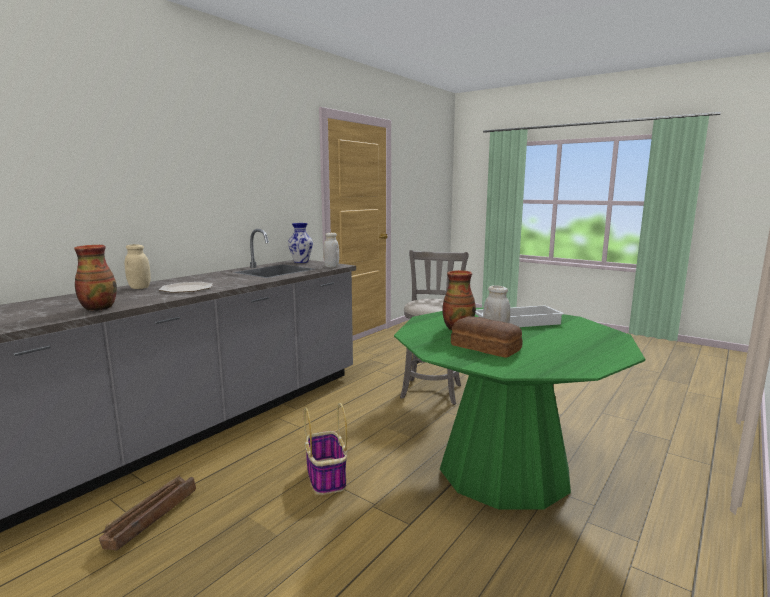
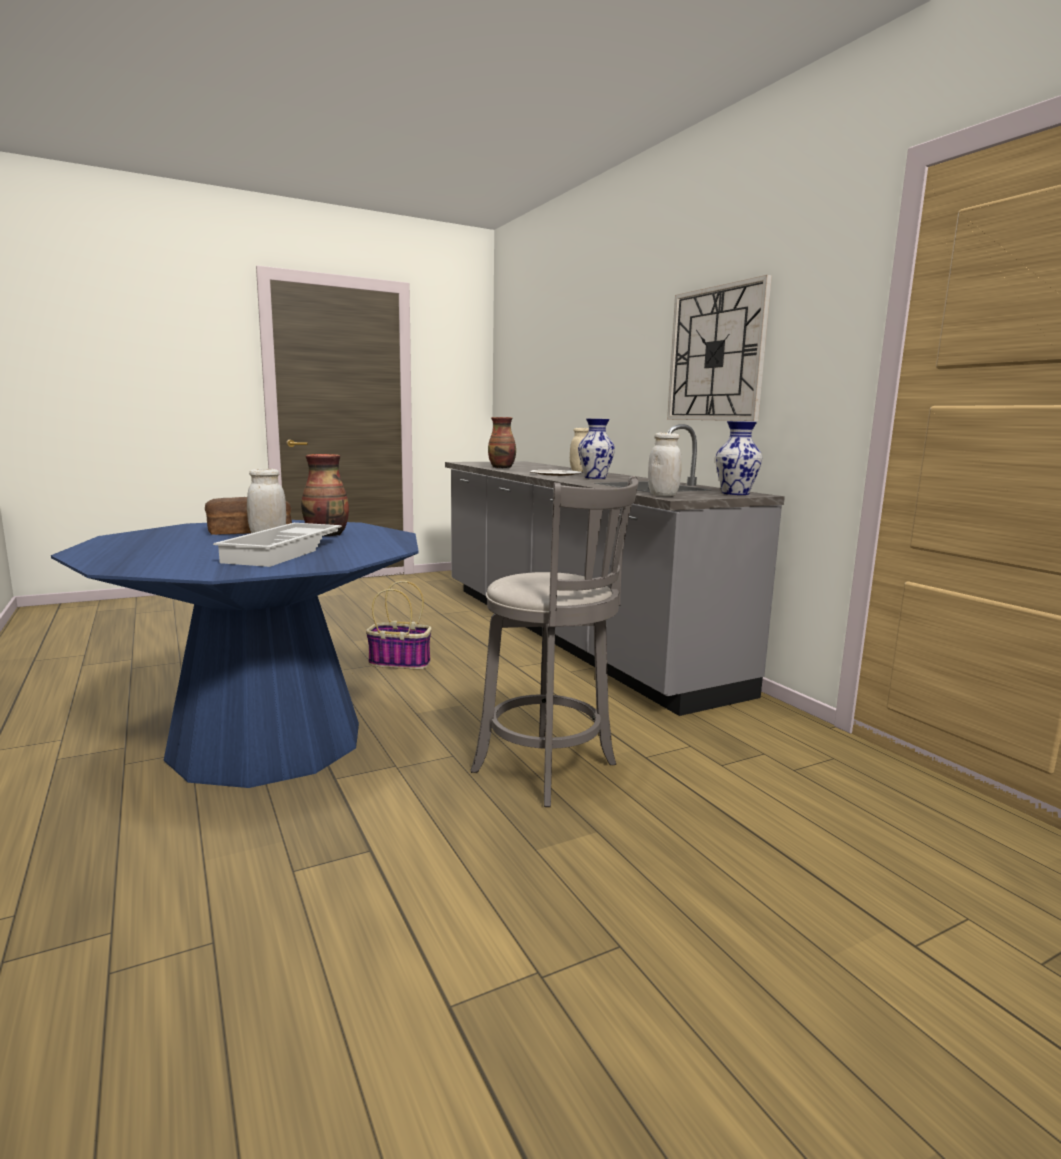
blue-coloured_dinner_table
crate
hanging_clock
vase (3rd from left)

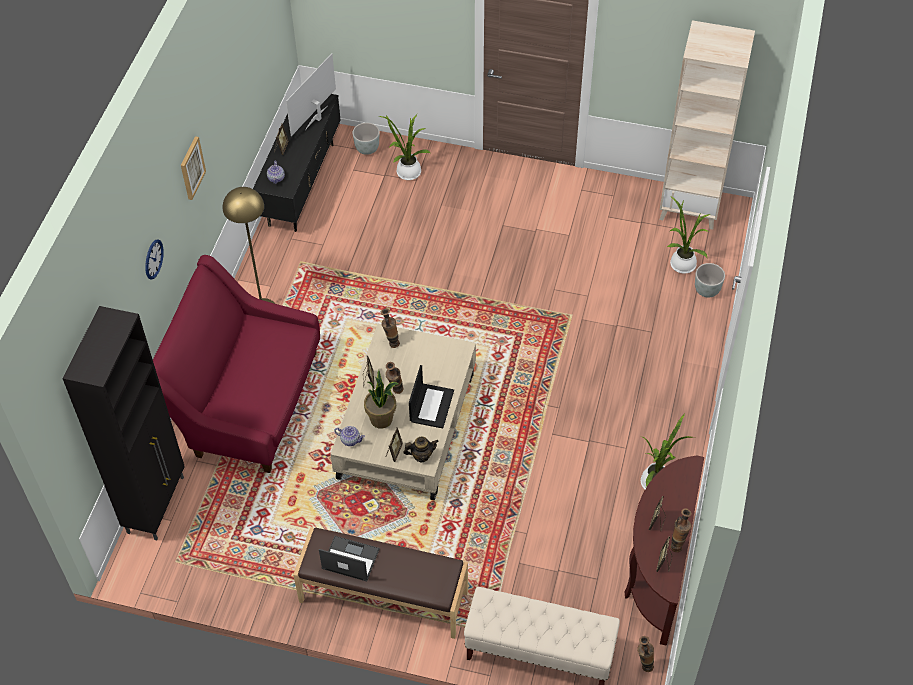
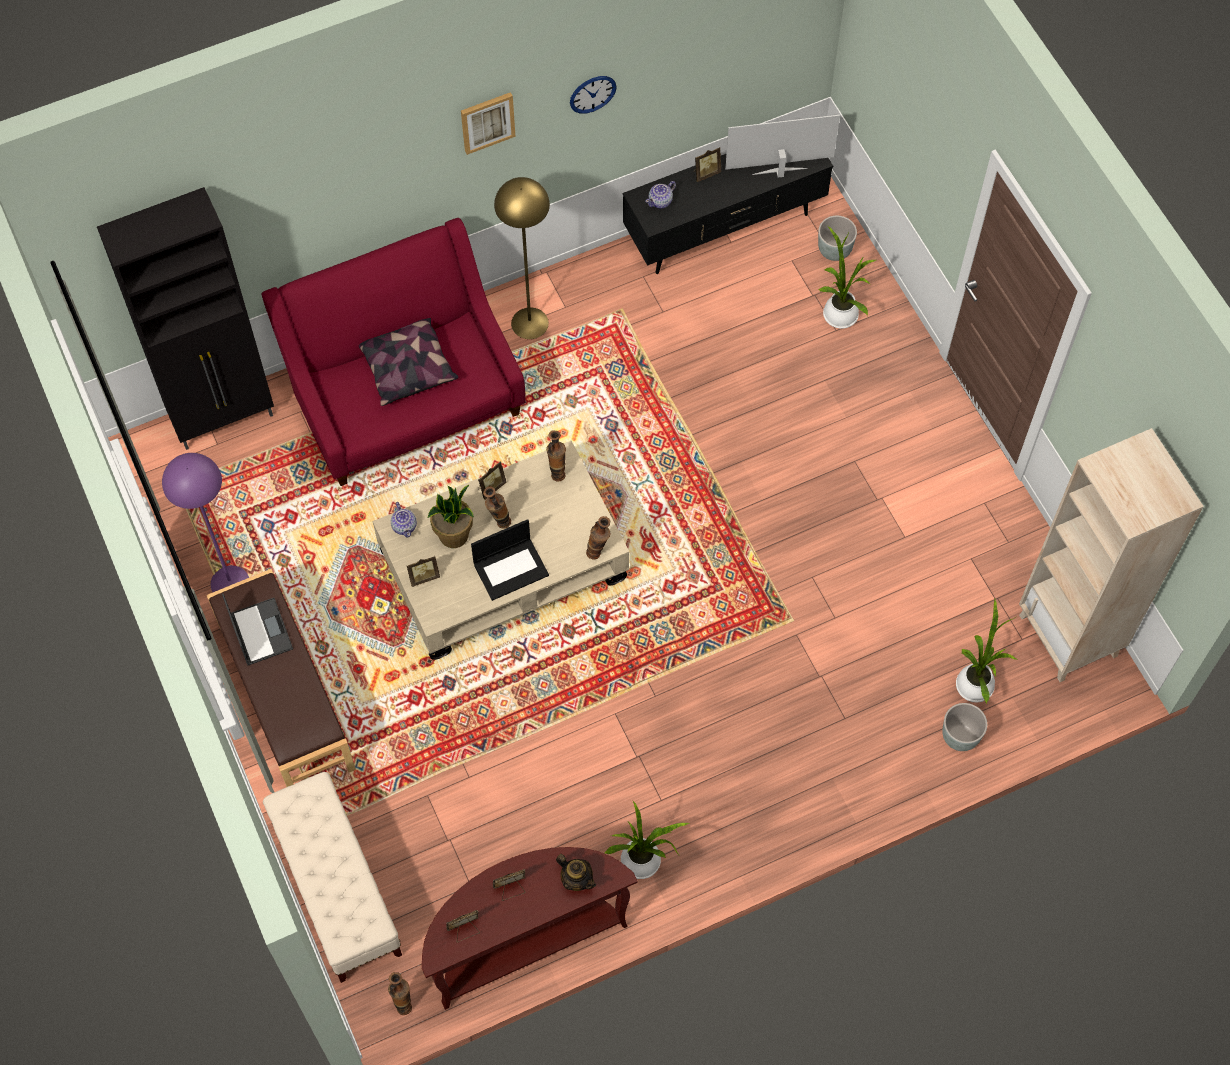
hanging_clock
pot_for_tea (2nd from left)
vase (4th from left)
cushion
purplish_standard_lamp

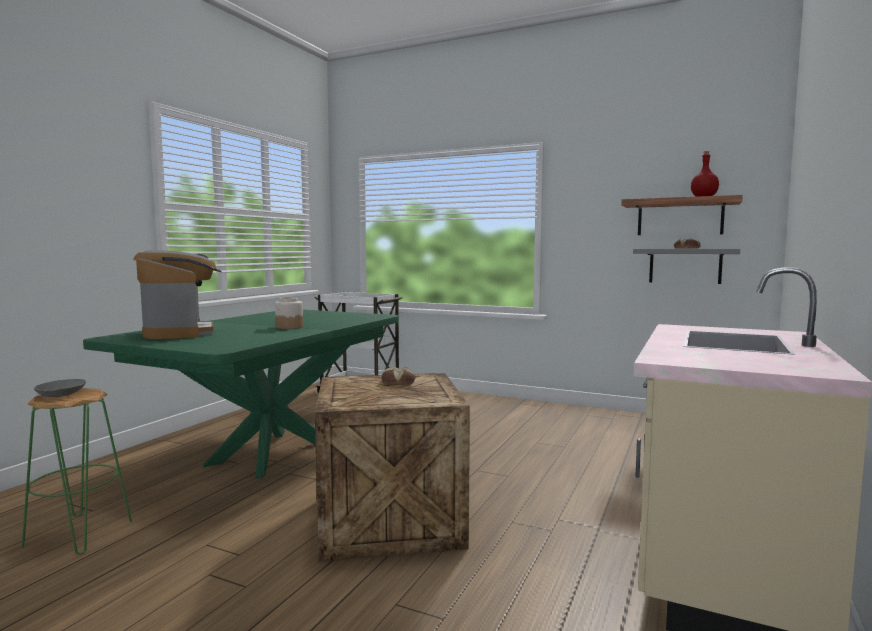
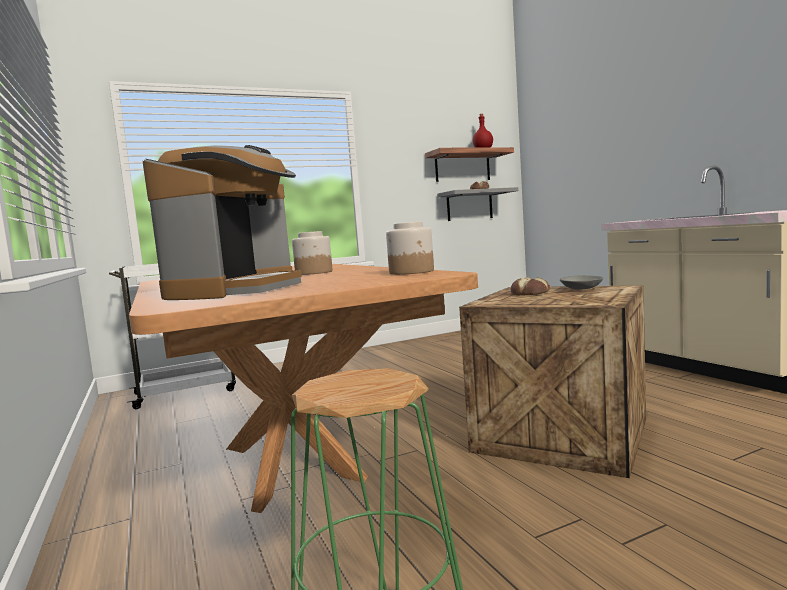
coffee_machine
brownish_dinner_table
gray_bowl
jar (2nd from left)

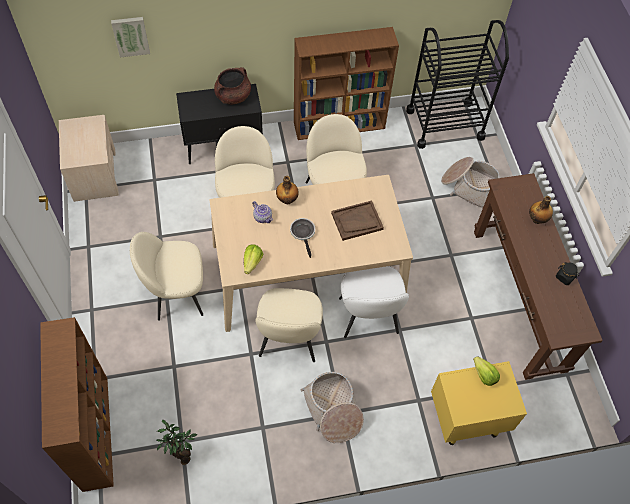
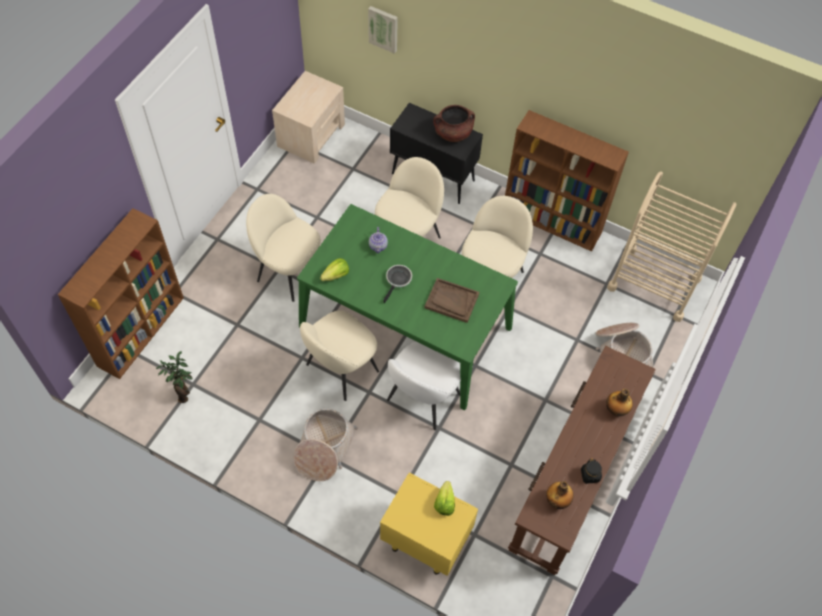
sand-coloured_trolley
green_dinner_table
bottle (1st from left)

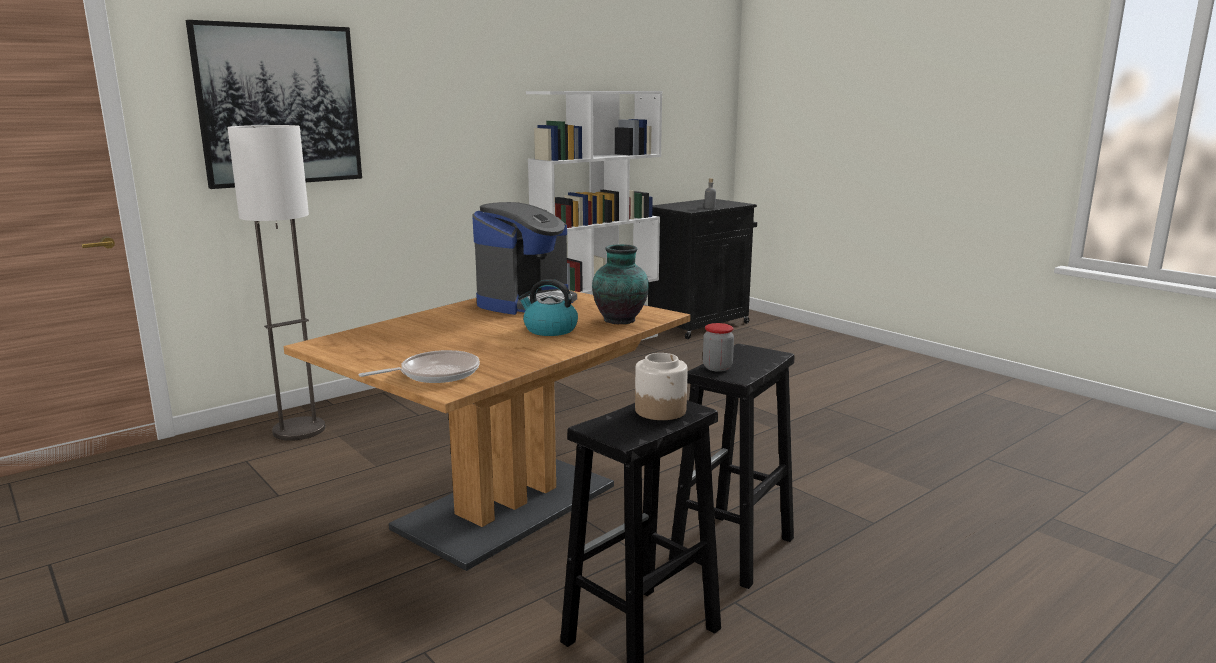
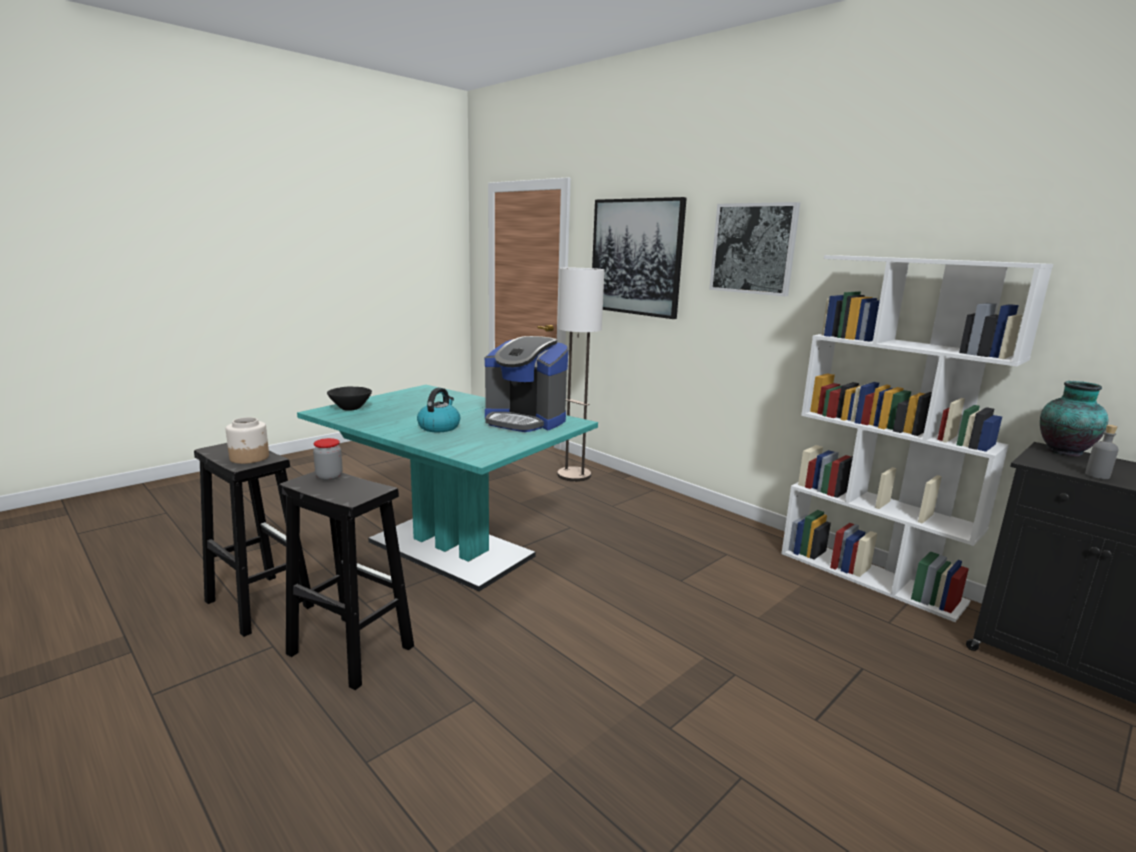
vase
blue-green_dinner_table
blackish_bowl
wall_art (2nd from left)

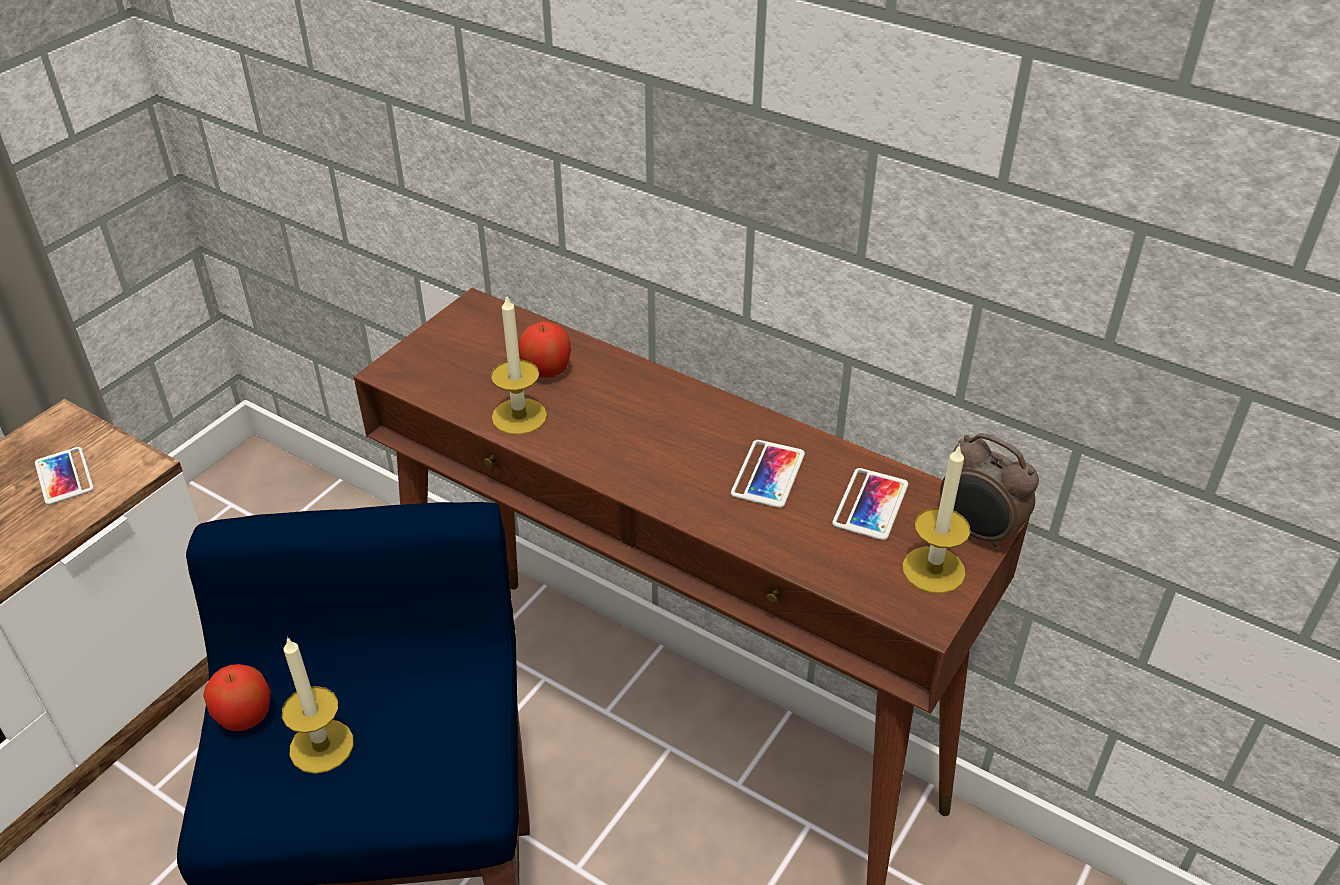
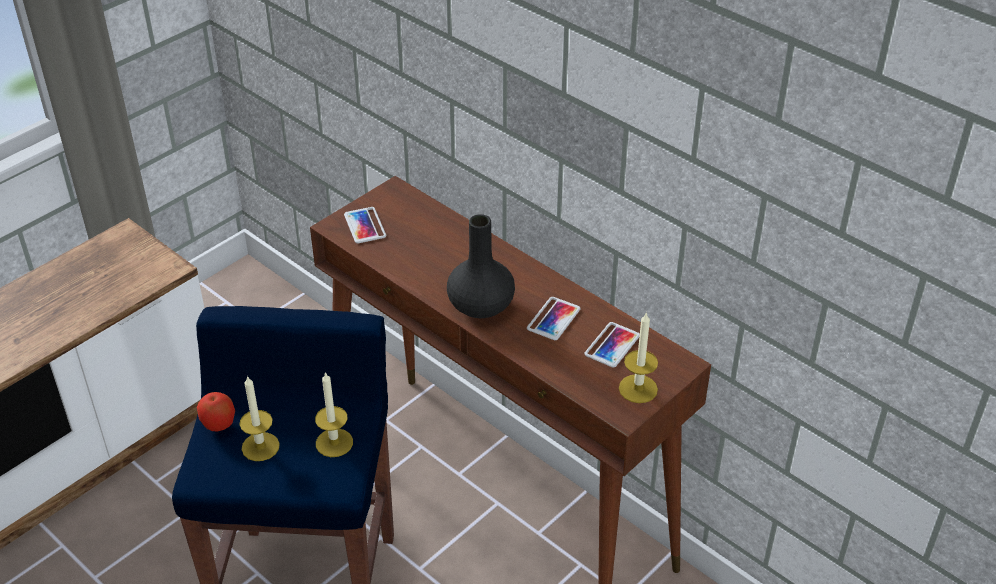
wax_candle (2nd from left)
apple (2nd from left in the first image)
table_clock
phone (1st from left)
blackish_vase

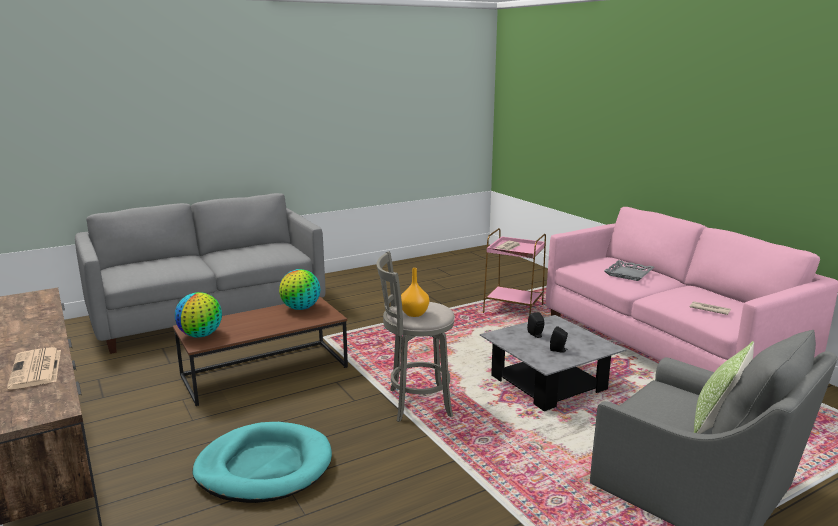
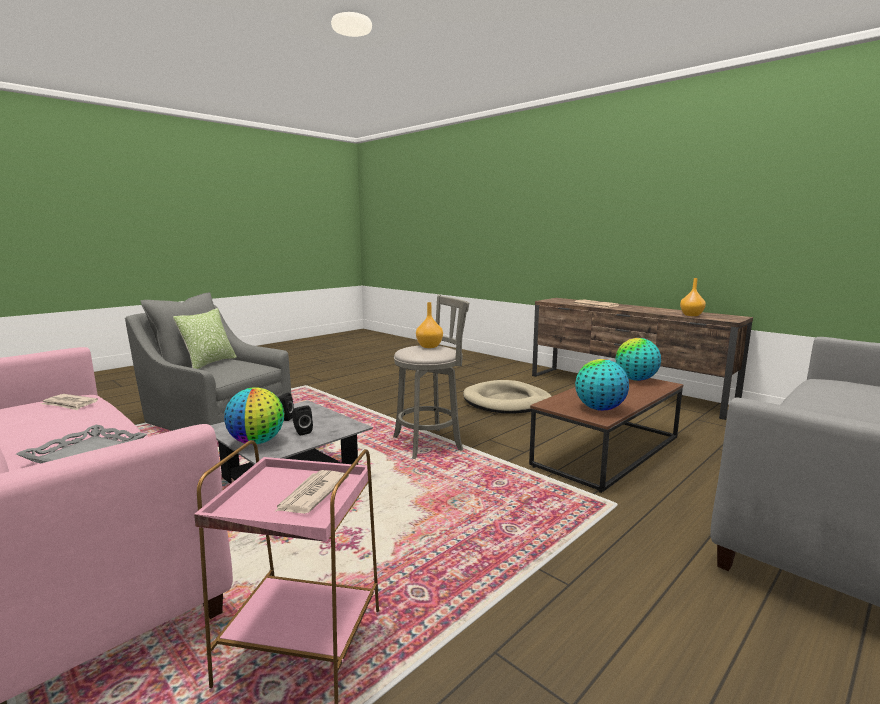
sand-coloured_pet_bed
orangey_vase (2nd from left)
desk_globe (1st from left)

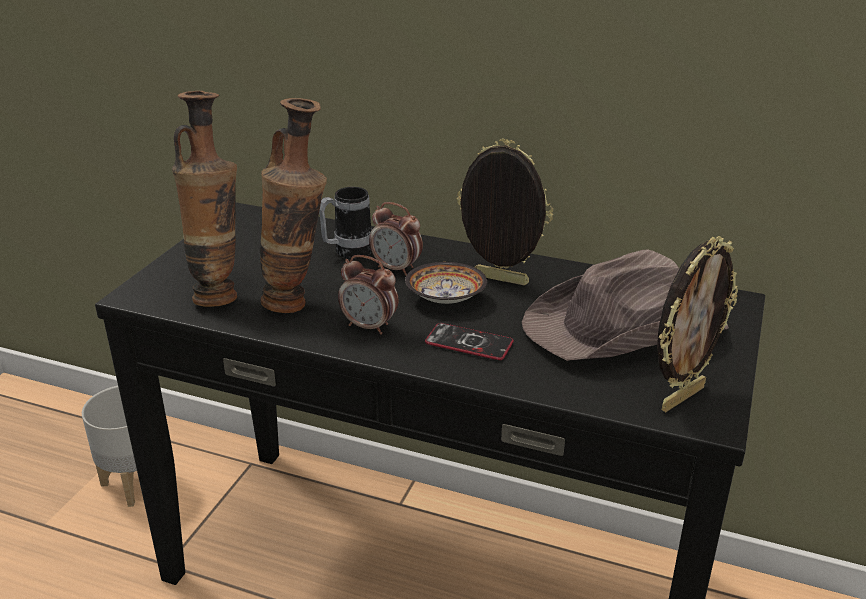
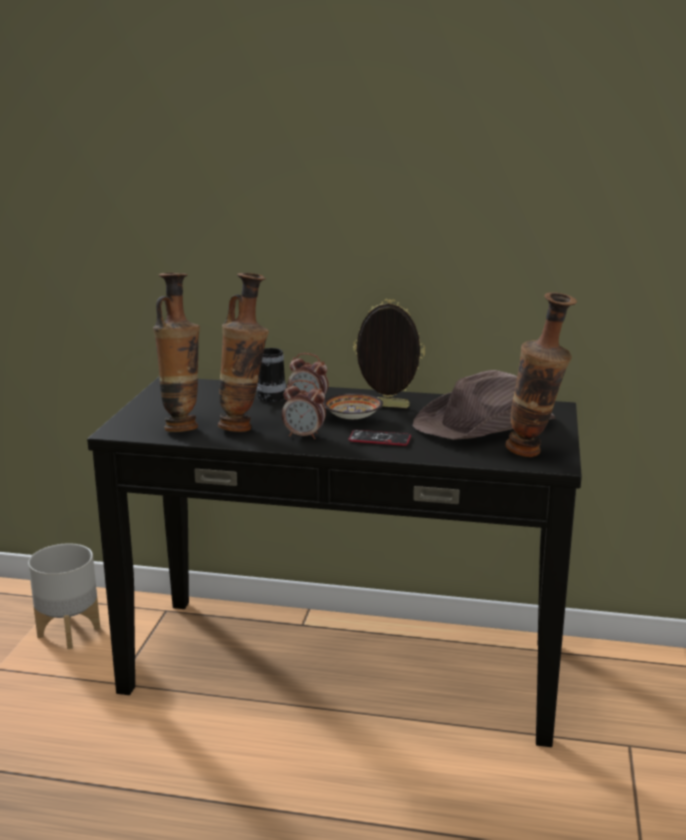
vase (3rd from left)

